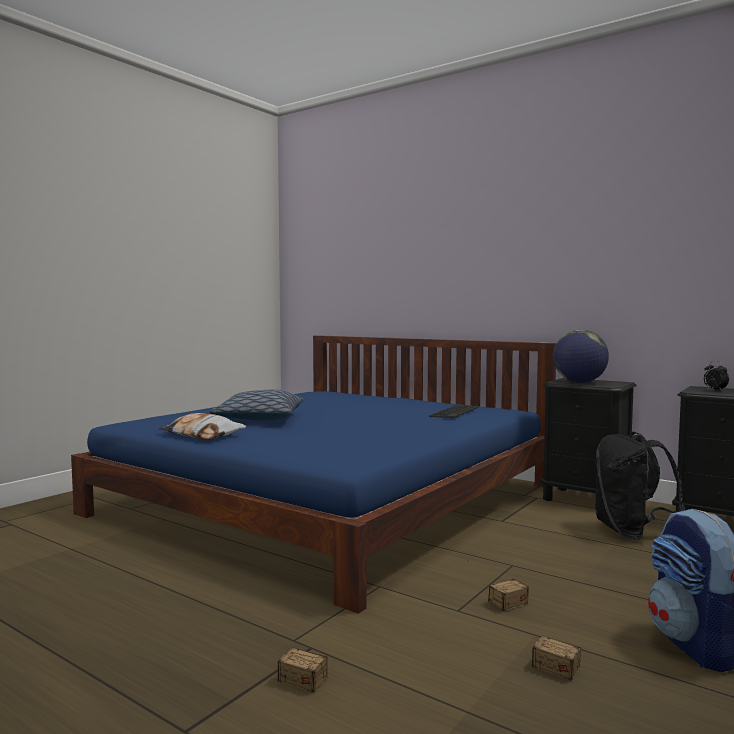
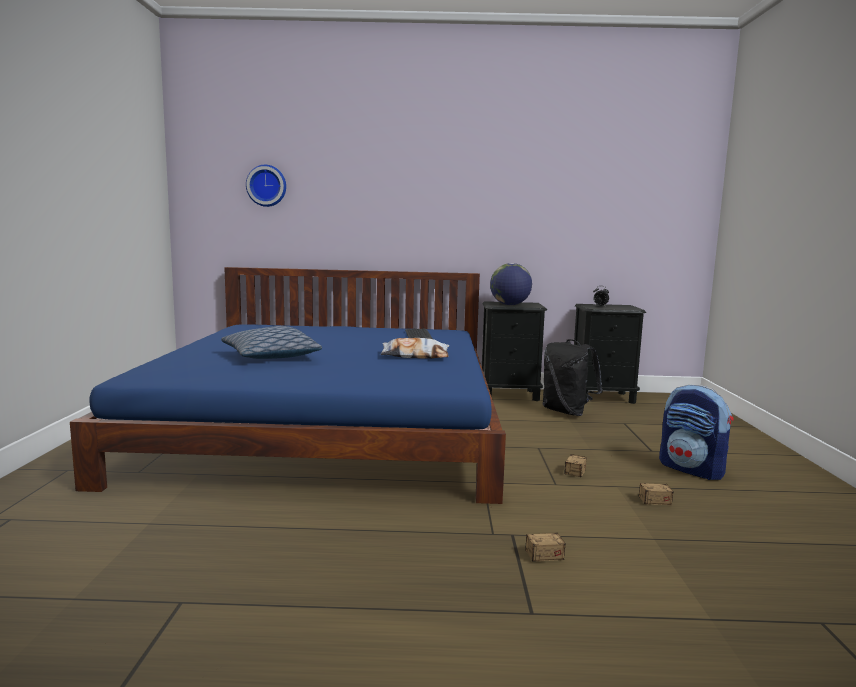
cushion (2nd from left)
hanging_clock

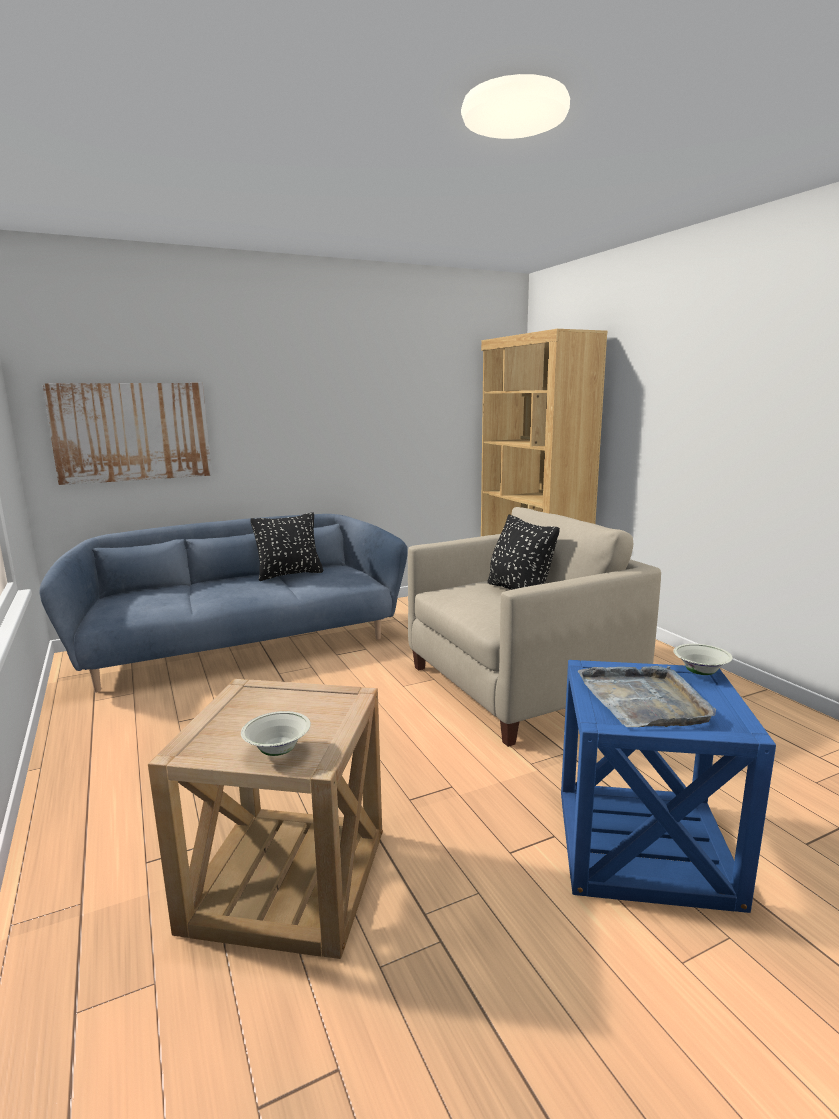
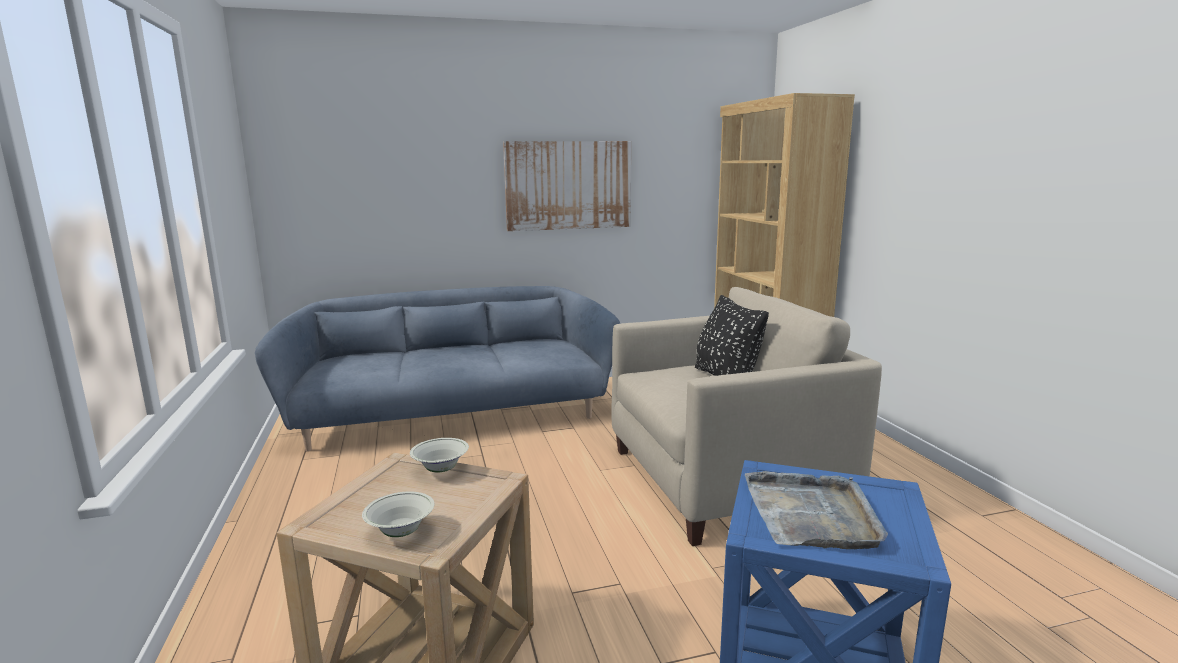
wall_art
blackish_cushion (1st from left in the first image)
white-coloured_bowl (2nd from left)

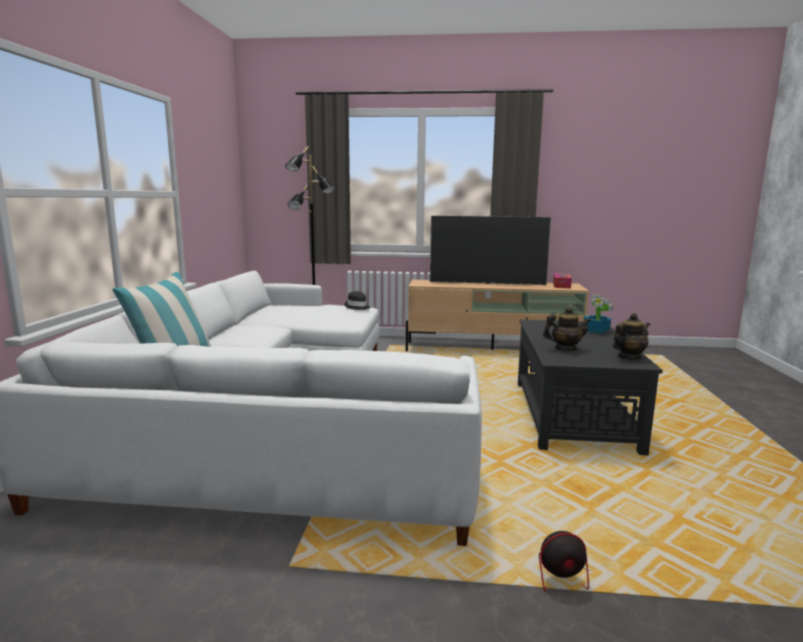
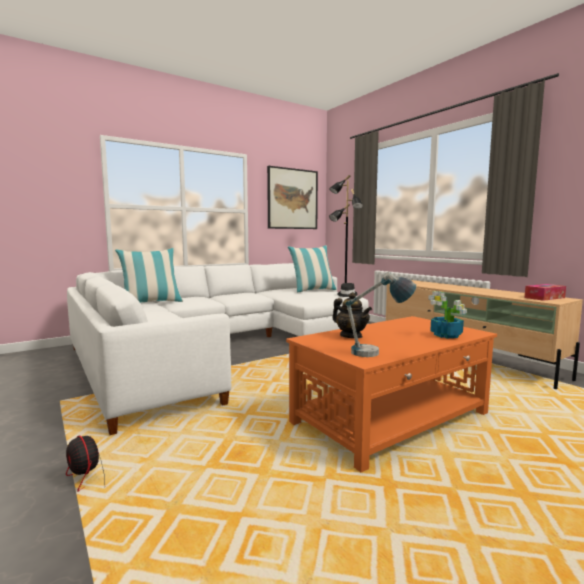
television
tabletop_lamp
orangey_low_table
wall_art
cushion (2nd from left)

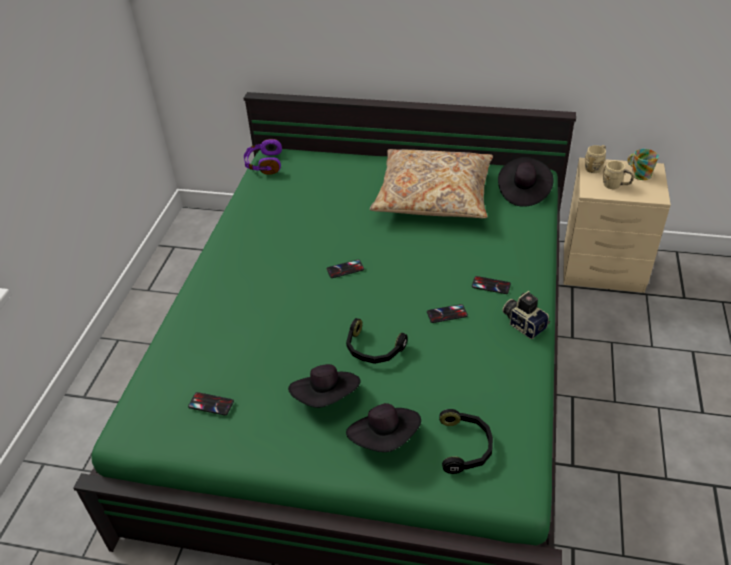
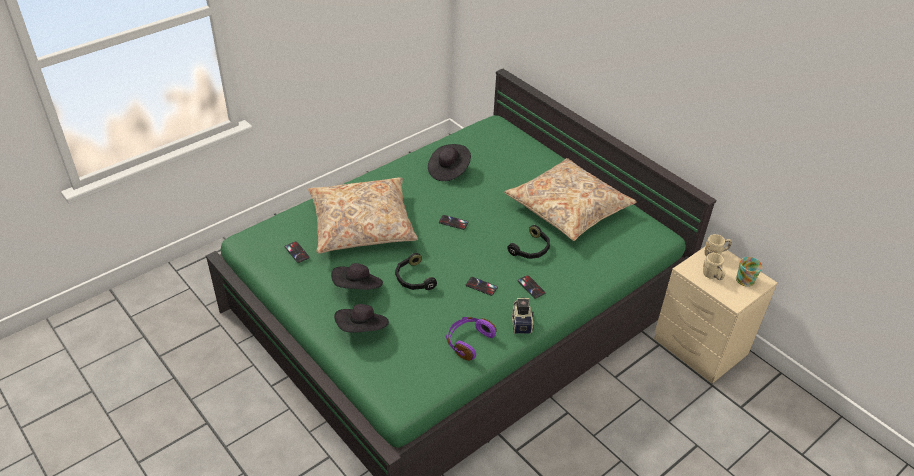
purplish_headset
blackish_clothing_hat (3rd from left)
blackish_headset (2nd from left)
sand-coloured_cushion (1st from left)

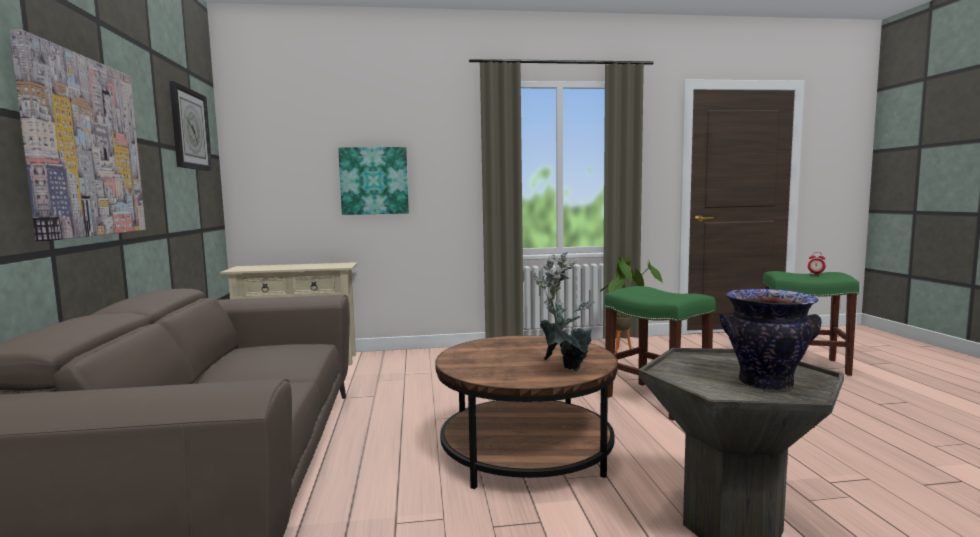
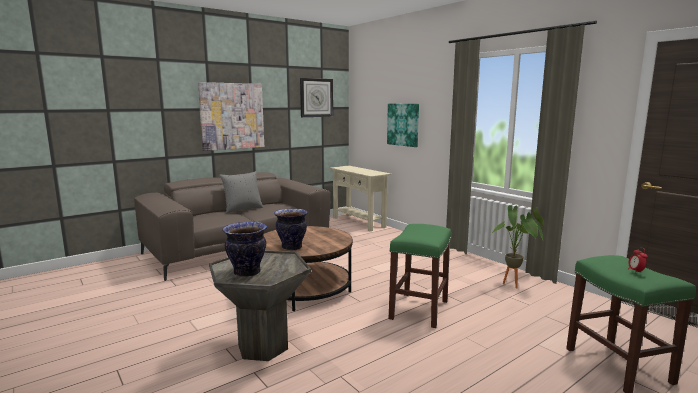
vase (2nd from left)
gray_cushion

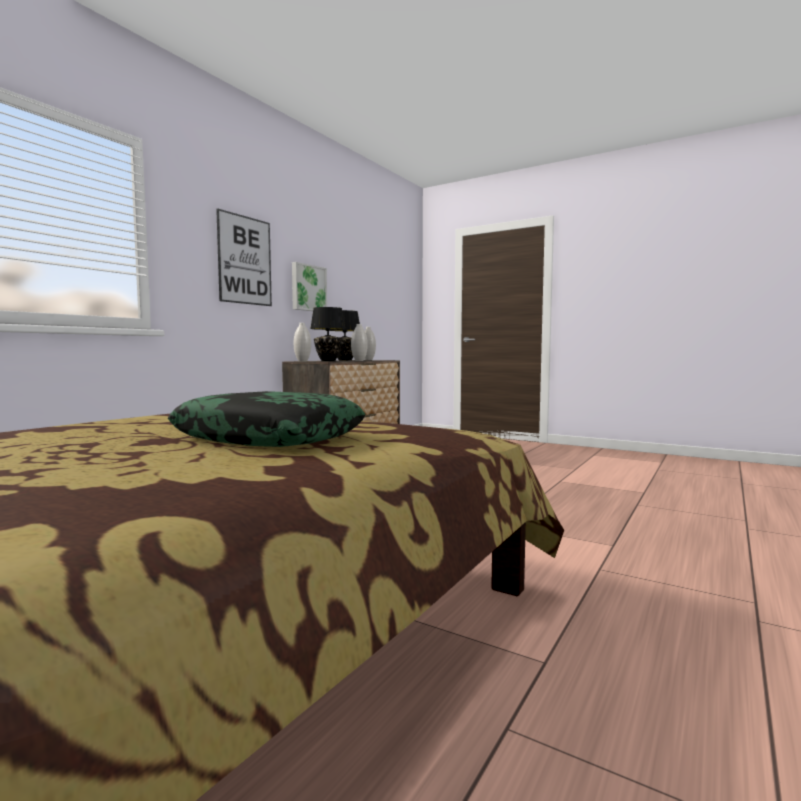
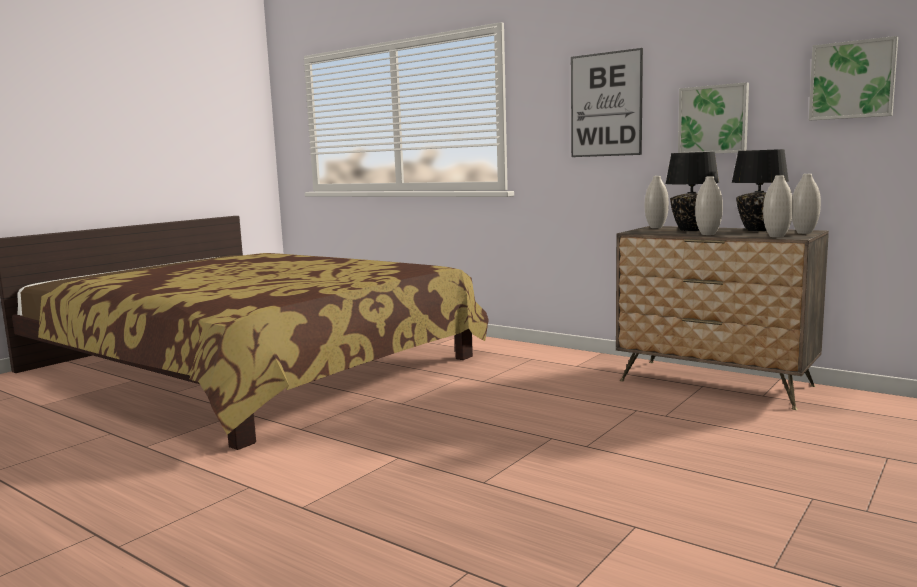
cushion
wall_art (3rd from left)
white-coloured_vase (3rd from left)

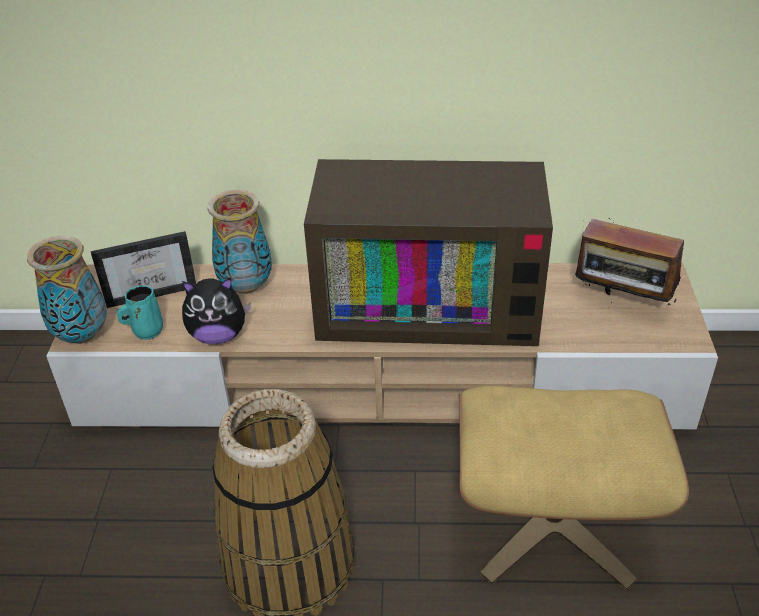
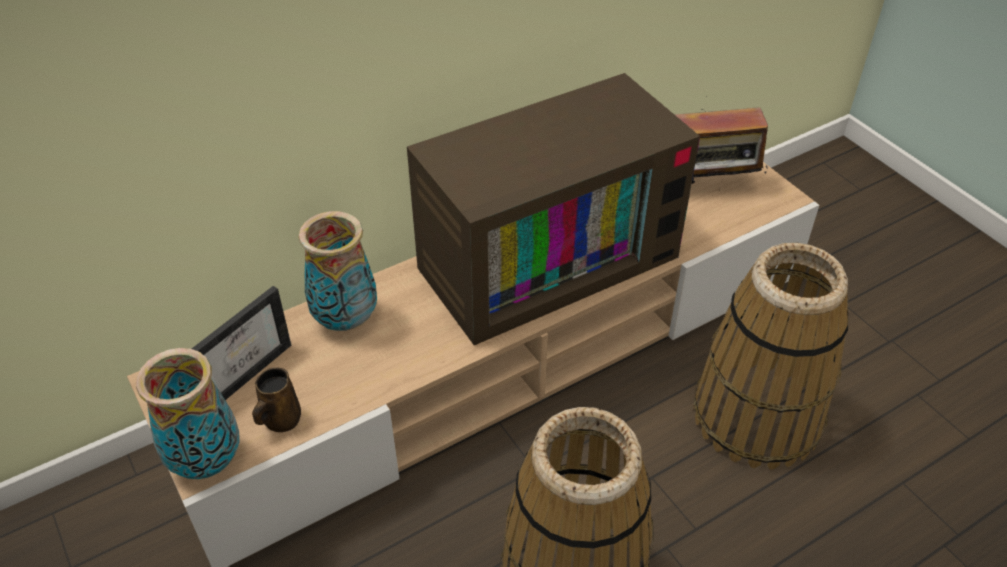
soft_toy
brownish_mug
household_basket (2nd from left)

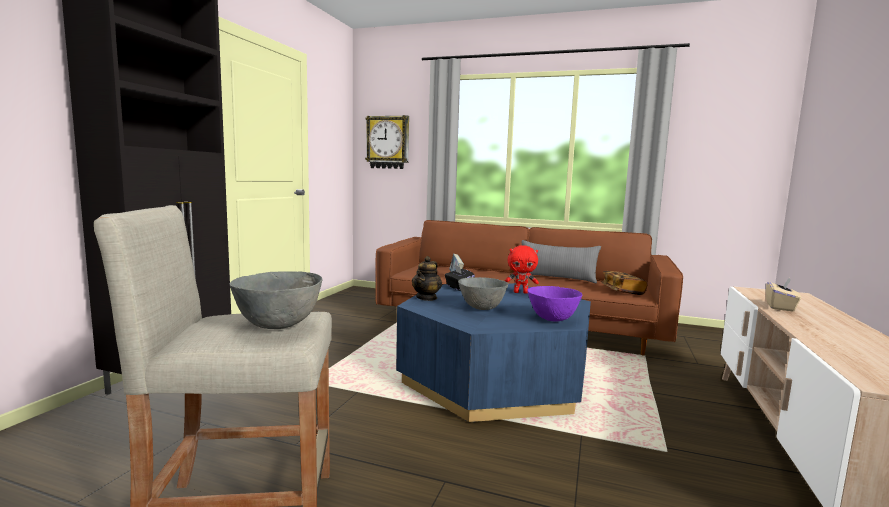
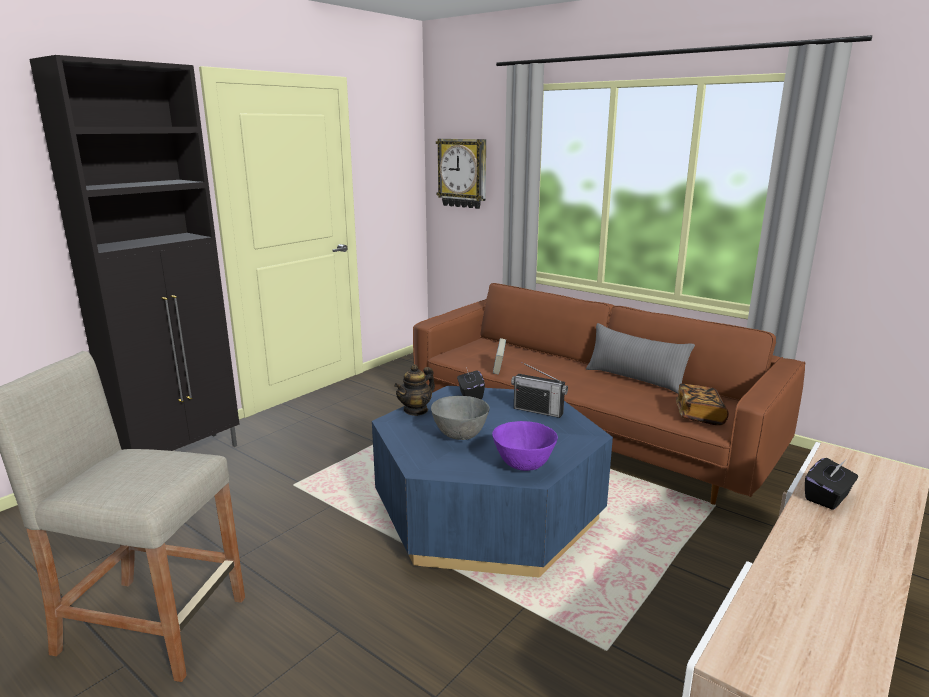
radio_receiver
gray_bowl (1st from left in the first image)
blackish_box_of_tissues (2nd from left)

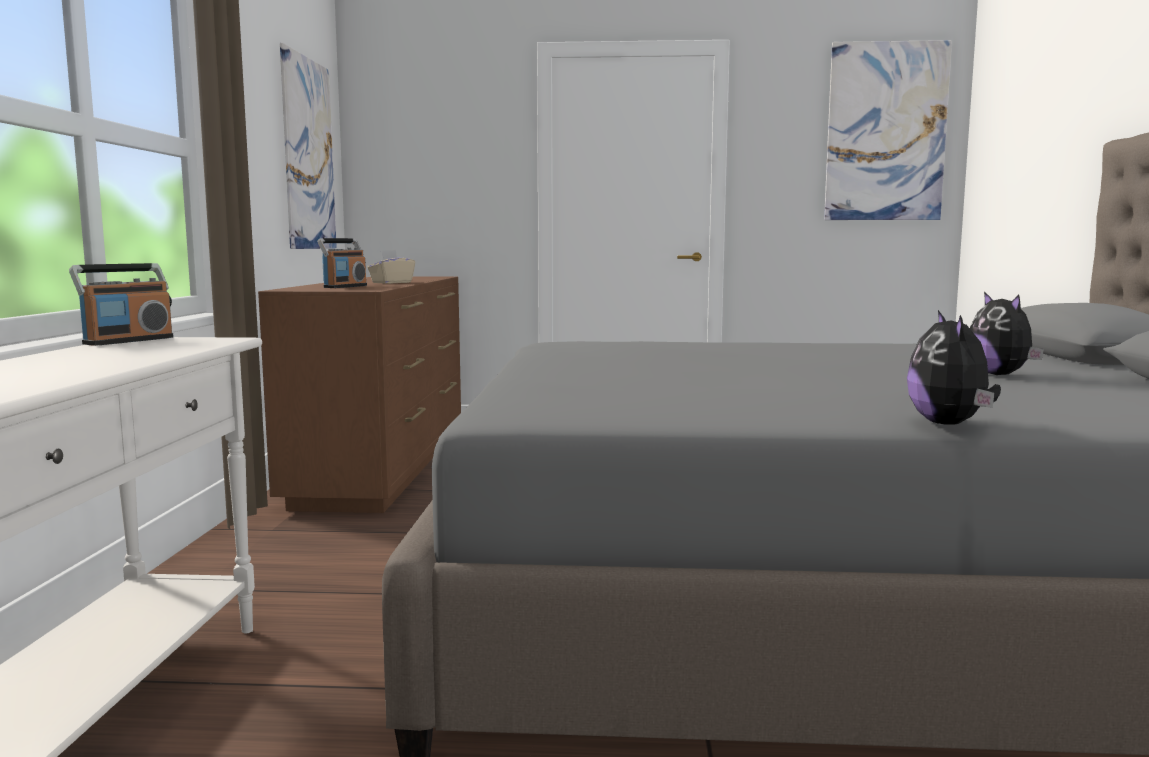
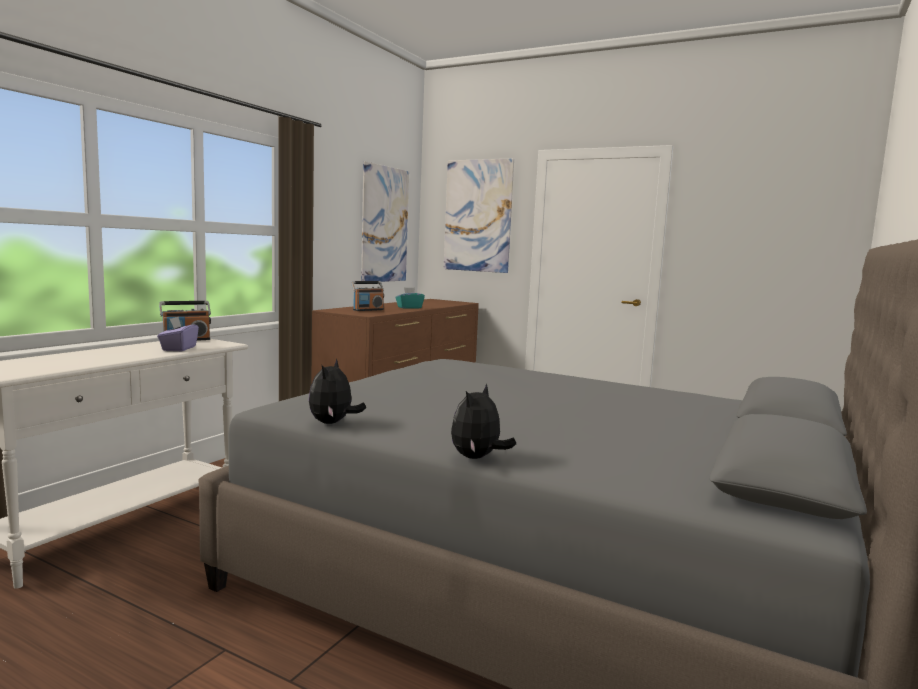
wall_art (2nd from left)
blue-green_box_of_tissues
soft_toy (1st from left)
purplish_box_of_tissues

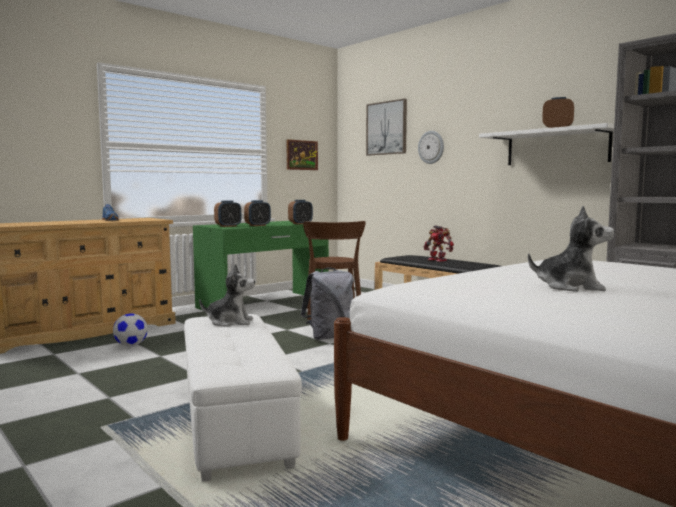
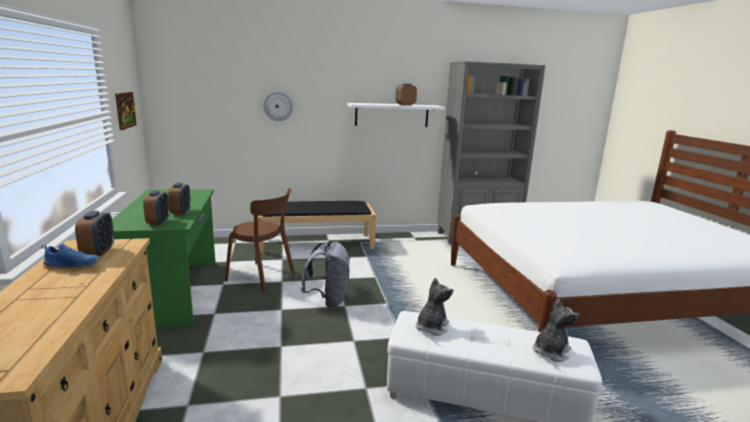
wall_art (2nd from left in the first image)
table_clock (1st from left)
soft_toy (2nd from left)
model_robot
football

